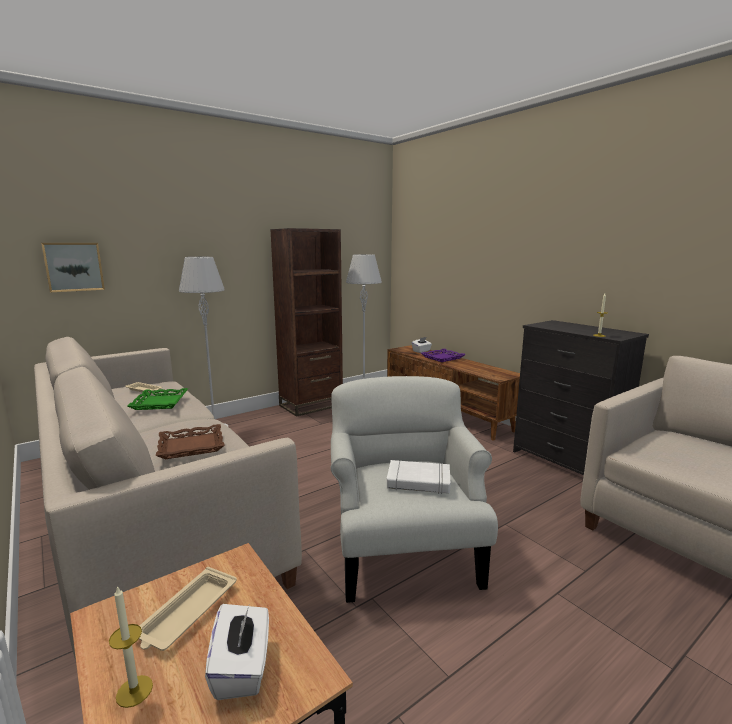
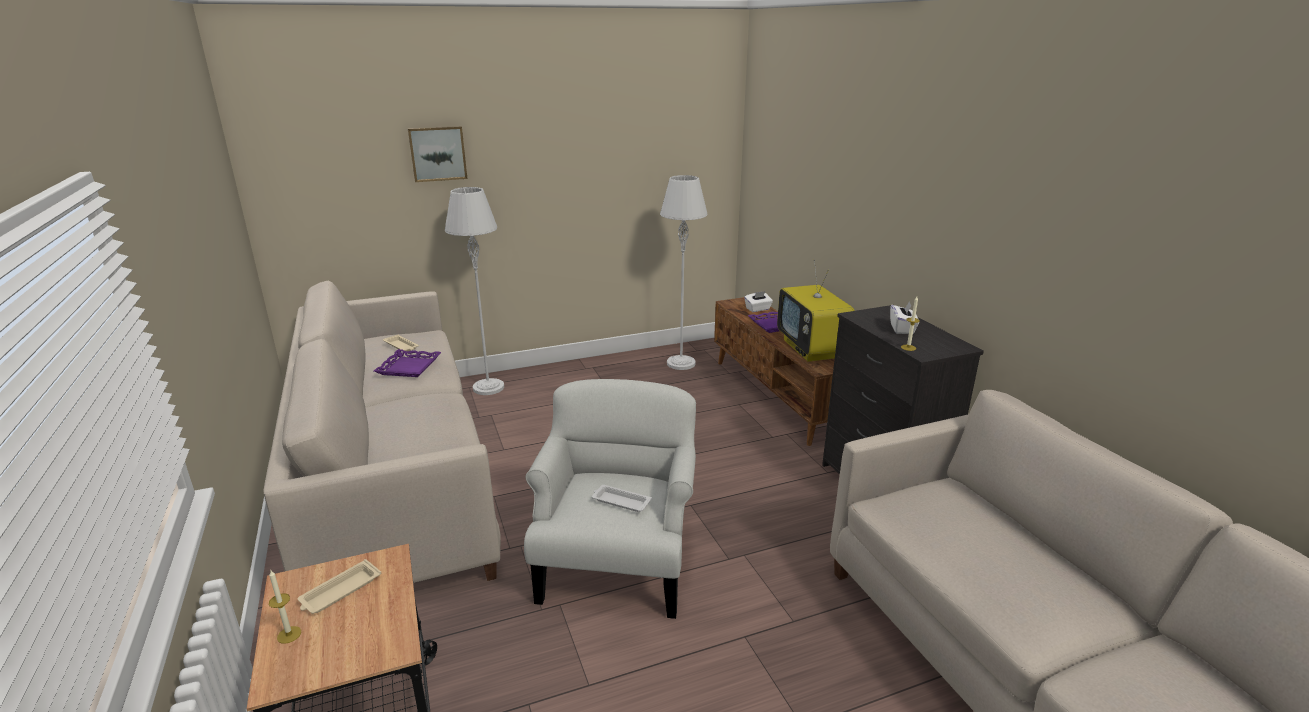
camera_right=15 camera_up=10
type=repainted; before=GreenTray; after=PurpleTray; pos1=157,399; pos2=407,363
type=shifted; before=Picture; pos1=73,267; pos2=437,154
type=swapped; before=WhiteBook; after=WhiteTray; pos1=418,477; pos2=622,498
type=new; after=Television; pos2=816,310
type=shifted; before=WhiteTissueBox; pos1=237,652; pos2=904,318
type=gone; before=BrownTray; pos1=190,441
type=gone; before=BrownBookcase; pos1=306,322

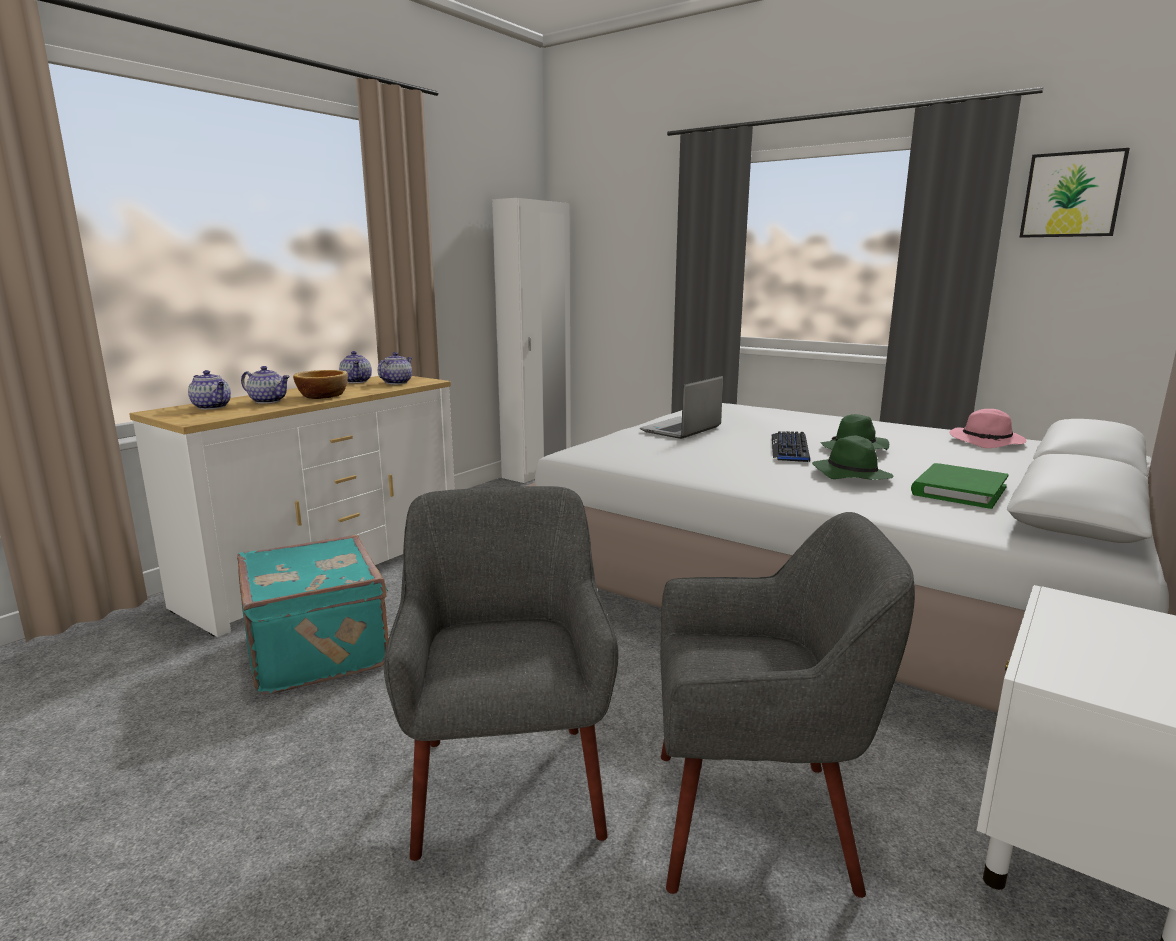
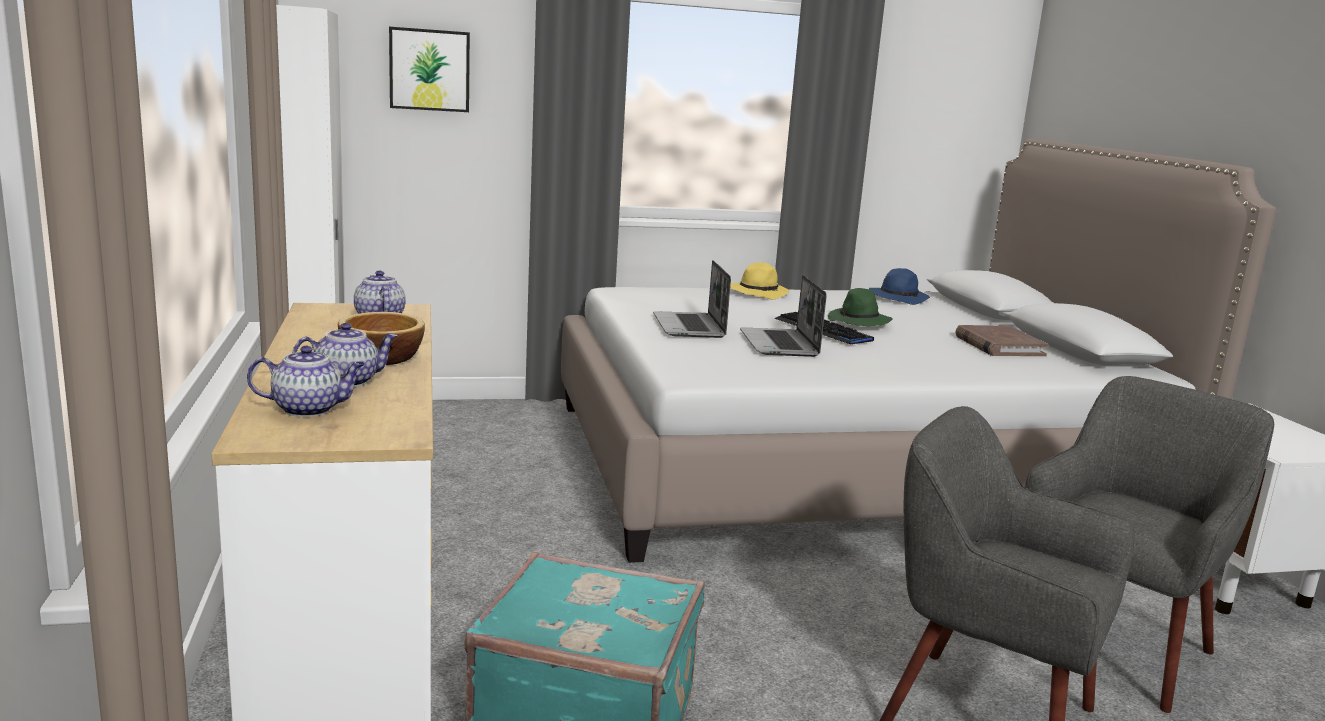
camera_right=-50 camera_up=0
type=shifted; before=Picture; pos1=1075,193; pos2=429,69
type=new; after=YellowHat; pos2=760,280
type=new; after=Laptop; pos2=783,316
type=repainted; before=PinkHat; after=BlueHat; pos1=987,428; pos2=899,286
type=repainted; before=GreenBook; after=BrownBook; pos1=960,486; pos2=1002,340
type=gone; before=Teapot; pos1=355,367
type=gone; before=GreenHat; pos1=853,458

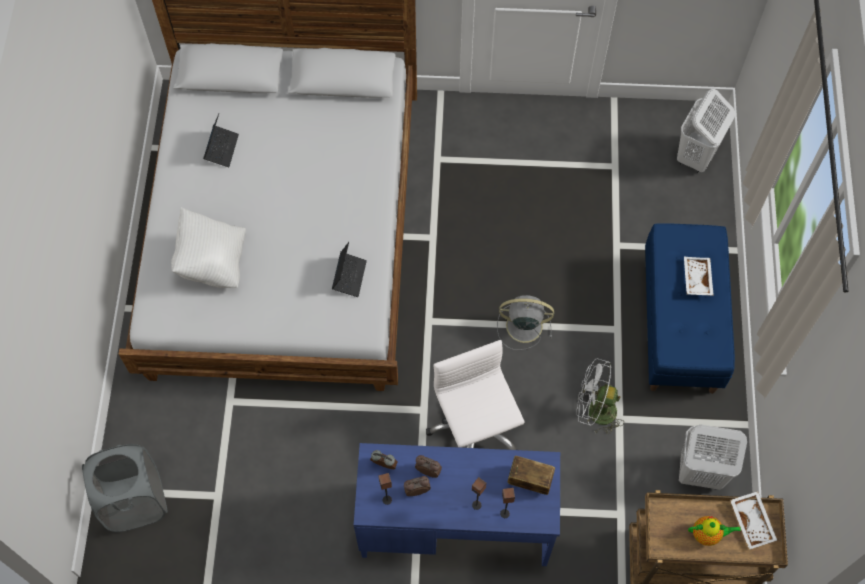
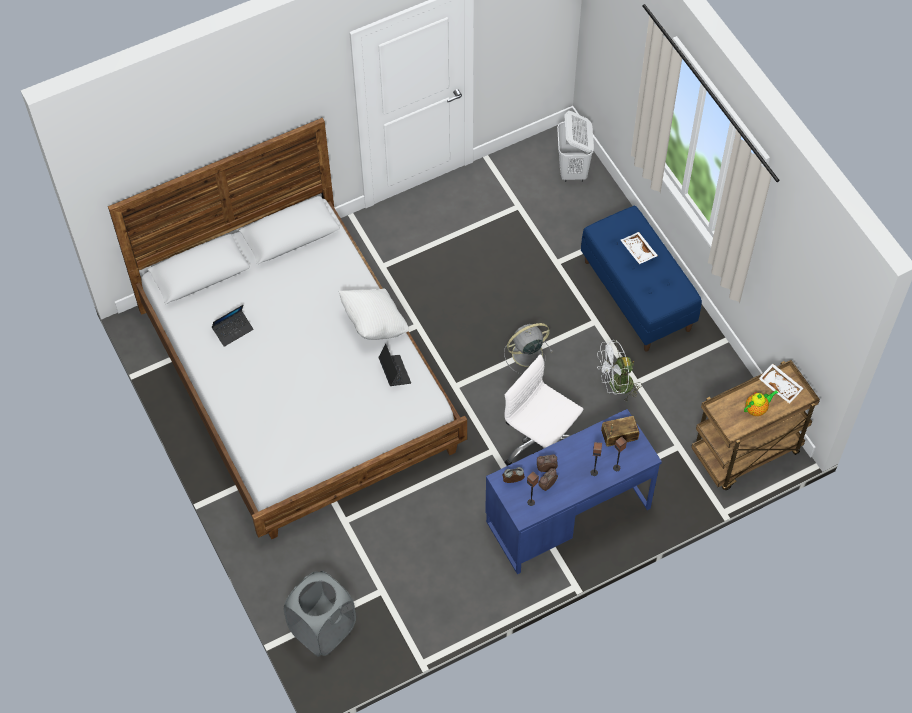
camera_right=-30 camera_up=-5
type=rotated; before=Laptop; pos1=221,140; pos2=233,326; turn=75
type=shifted; before=WhitePillow; pos1=208,247; pos2=374,314
type=gone; before=WhiteLaundryBasket; pos1=713,457

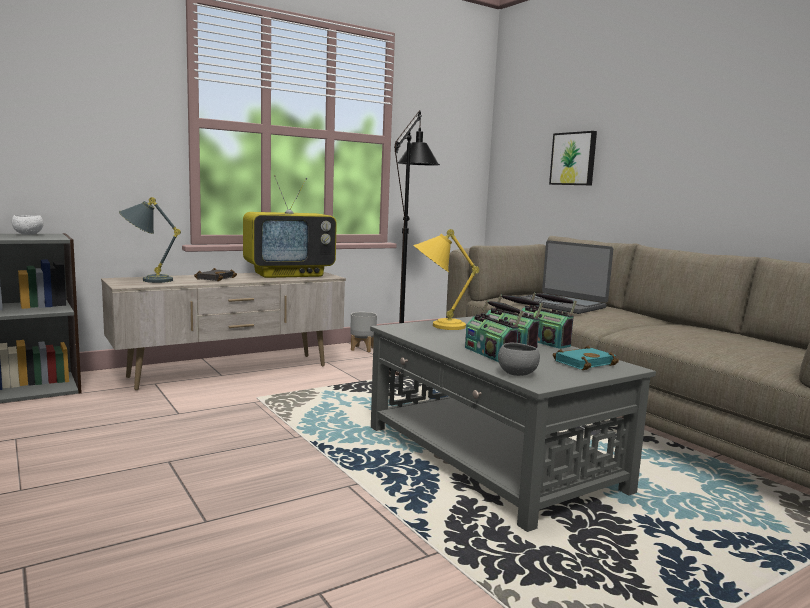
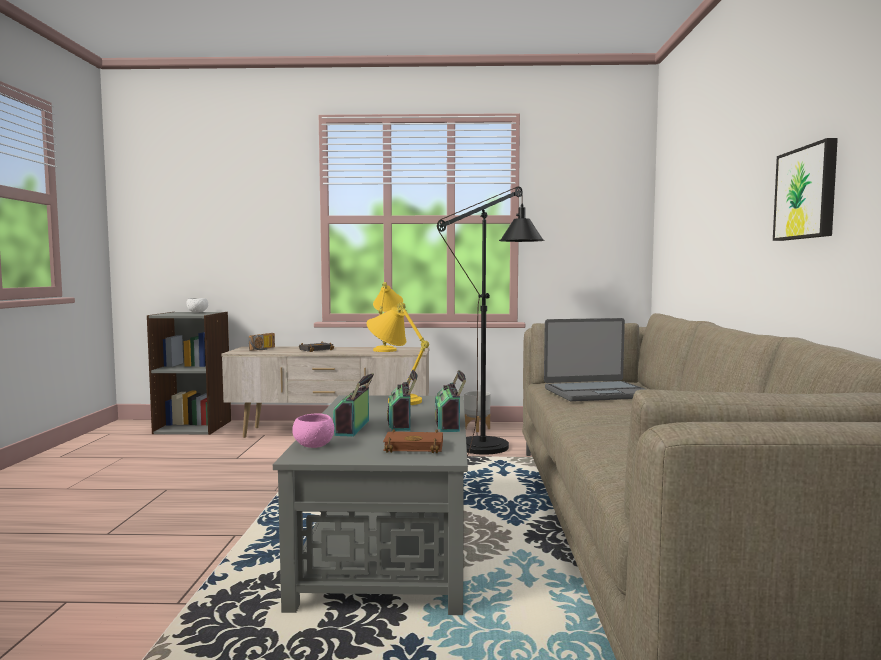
camera_right=35 camera_up=-5
type=swapped; before=GreyTableLamp; after=Radio; pos1=150,240; pos2=262,342
type=repainted; before=GreyBowl; after=PinkBowl; pos1=519,359; pos2=313,430
type=swapped; before=Television; after=YellowTableLamp; pos1=290,226; pos2=388,317
type=repainted; before=TurquoiseBook; after=BrownBook; pos1=586,358; pos2=413,441
type=rotated; before=Laptop; pos1=564,277; pos2=594,360; turn=-90
type=shifted; before=Picture; pos1=573,158; pos2=805,189

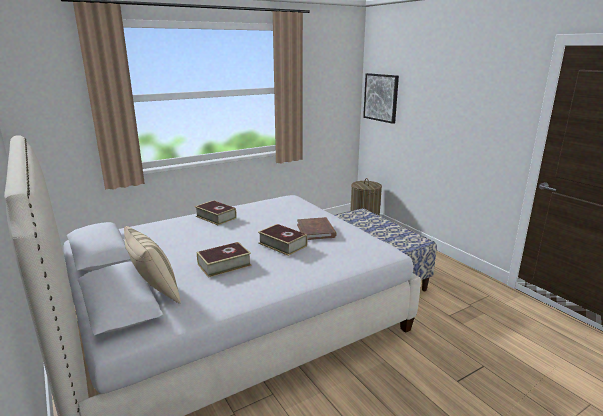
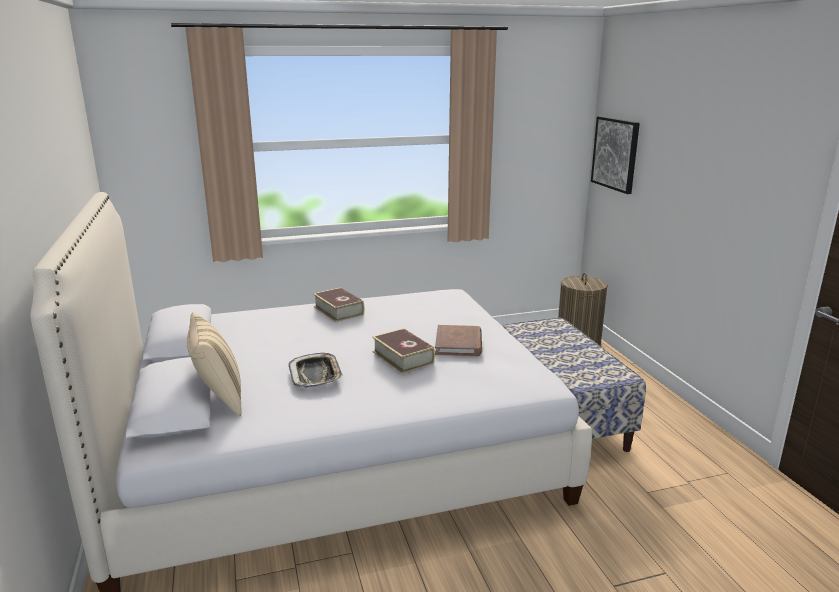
camera_right=15 camera_up=0
type=swapped; before=Book; after=Tray; pos1=224,260; pos2=316,370

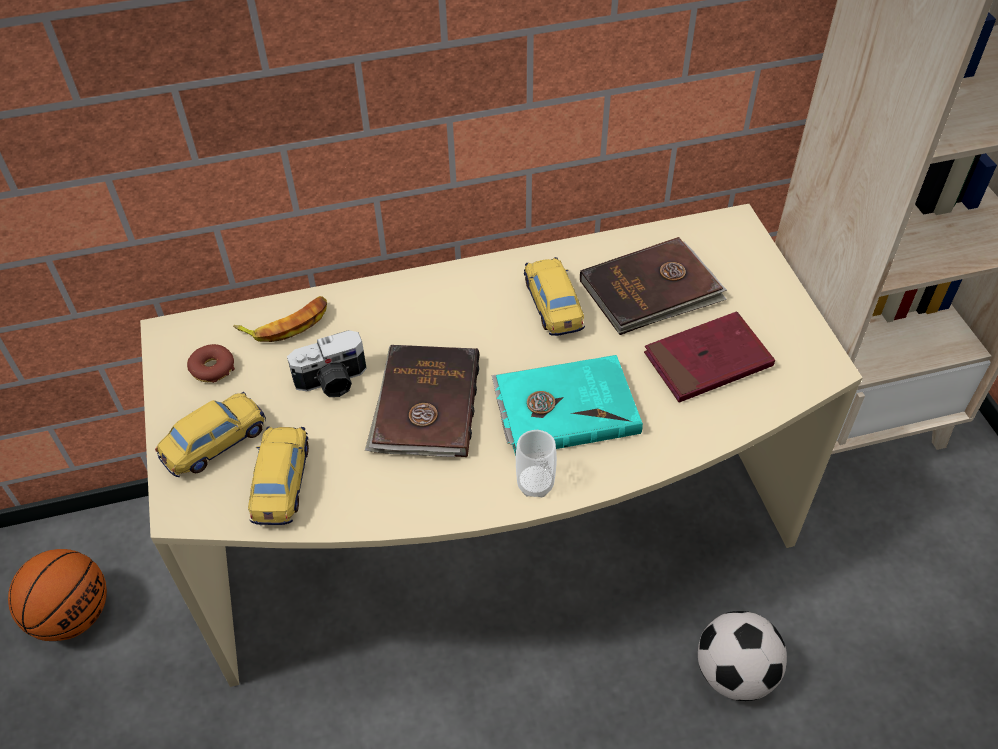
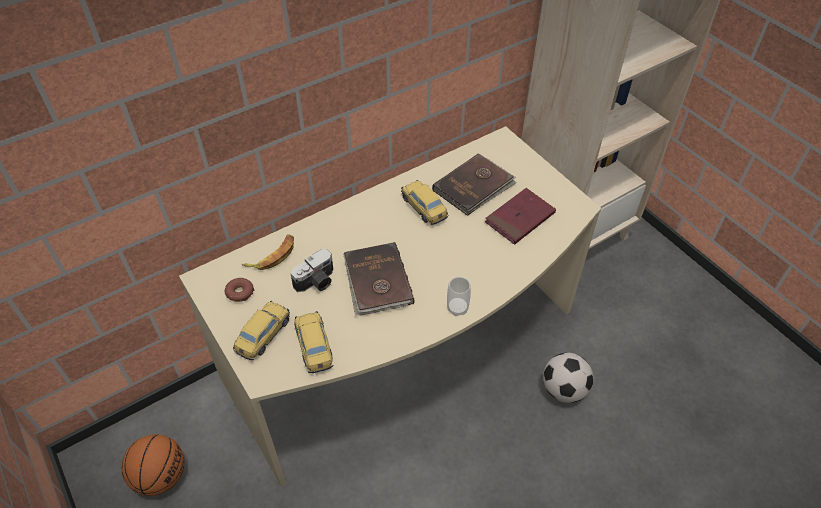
camera_right=-20 camera_up=0
type=gone; before=TurquoiseBook; pos1=567,405

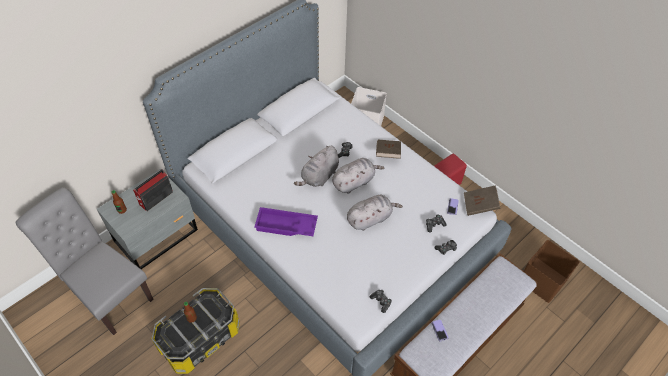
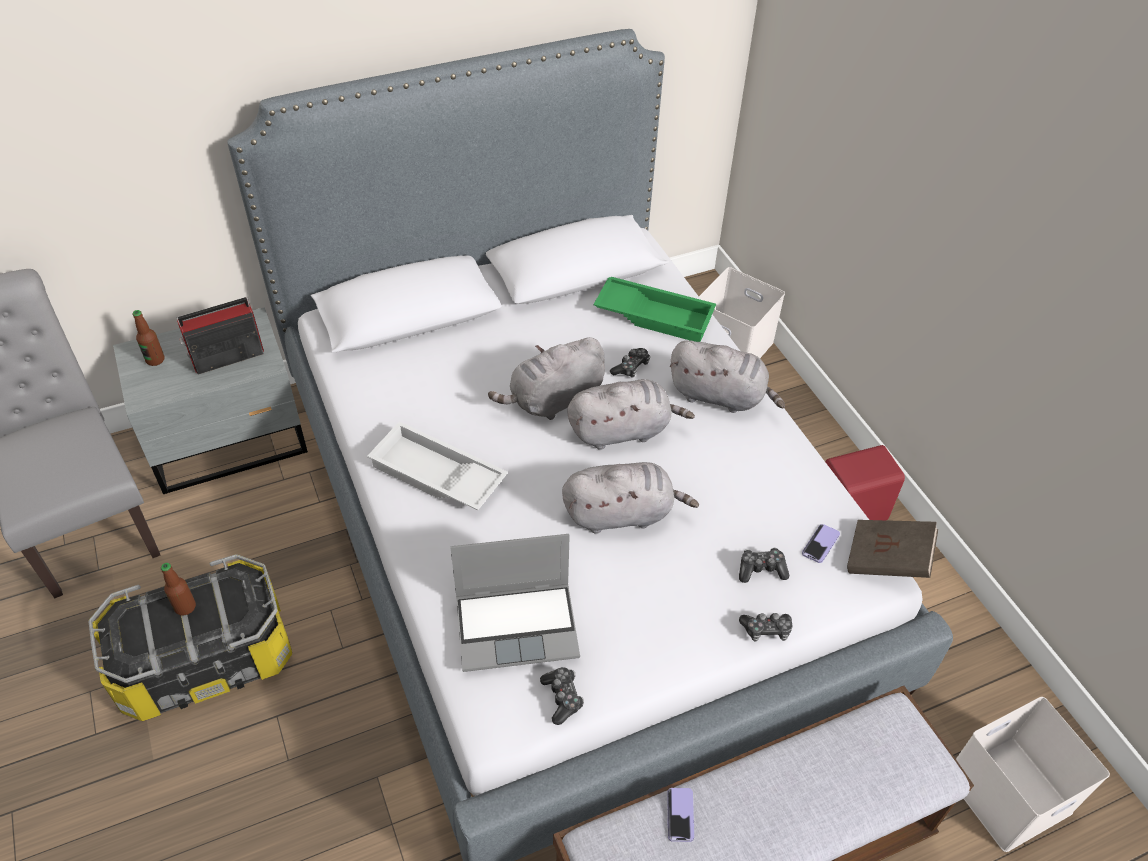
camera_right=20 camera_up=-5
type=repainted; before=PurpleTray; after=WhiteTray; pos1=286,221; pos2=437,466
type=new; after=Laptop; pos2=515,603
type=new; after=GreenTray; pos2=655,309
type=swapped; before=BrownBook; after=GreyPlushToy; pos1=388,149; pos2=727,376
type=repainted; before=BrownStorageBox; after=WhiteStorageBox; pos1=552,271; pos2=1033,774

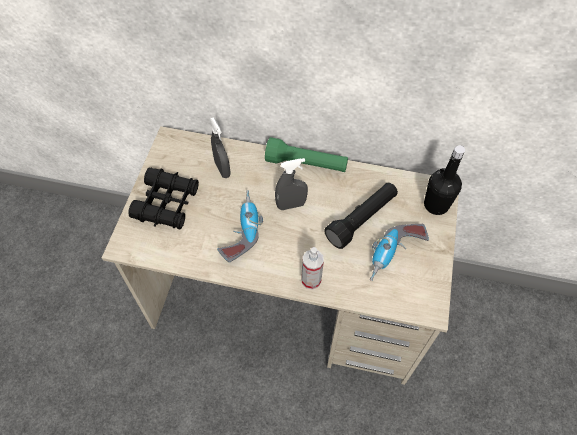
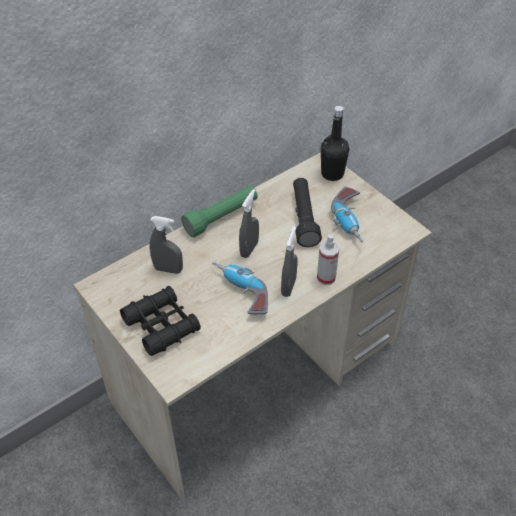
camera_right=-50 camera_up=-10
type=new; after=GreySprayBottle; pos2=289,261

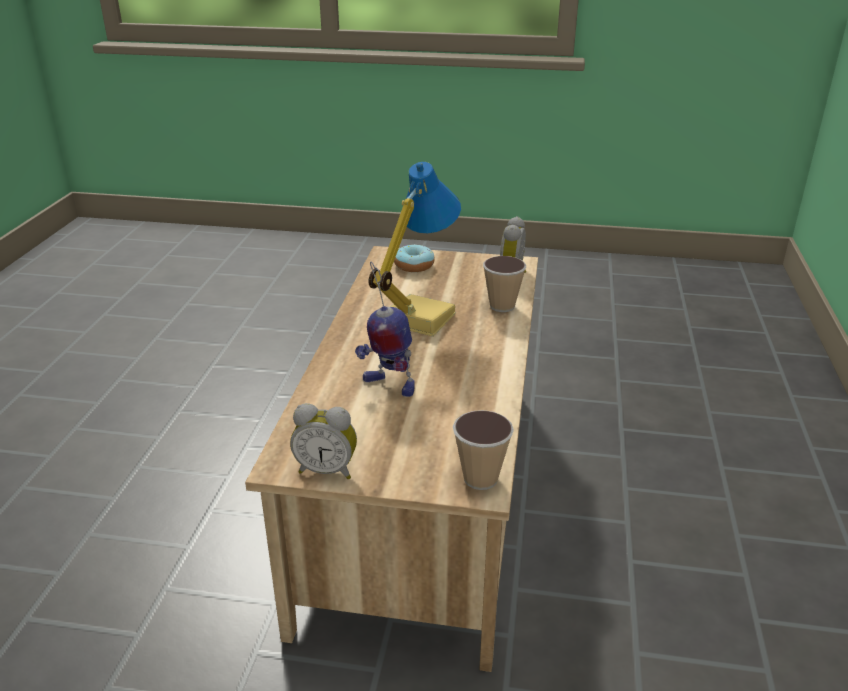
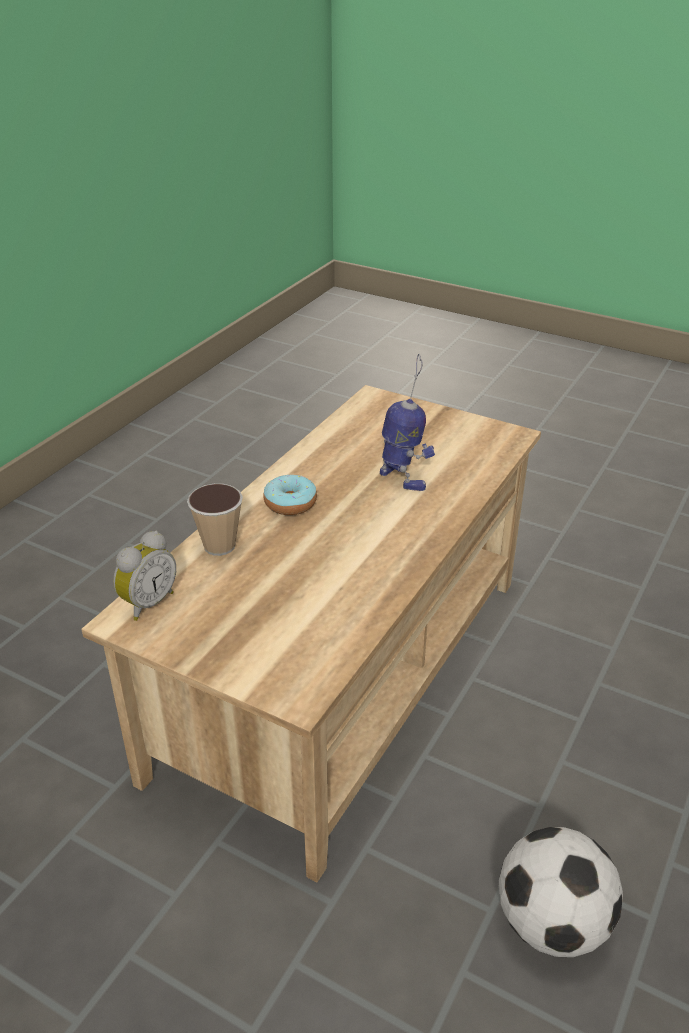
camera_right=-160 camera_up=5
type=shifted; before=Donut; pos1=414,258; pos2=290,495
type=new; after=Football; pos2=561,892
type=gone; before=AlarmClock; pos1=323,441
type=gone; before=TableLamp; pos1=415,249
type=gone; before=Cup; pos1=483,450

